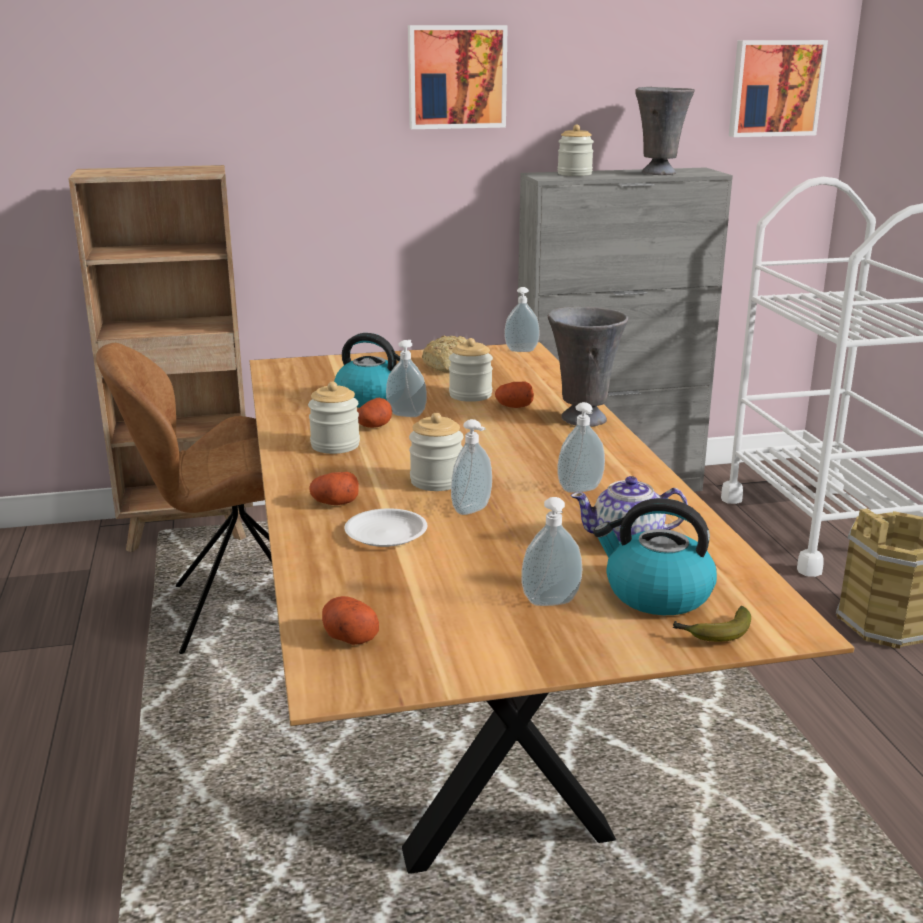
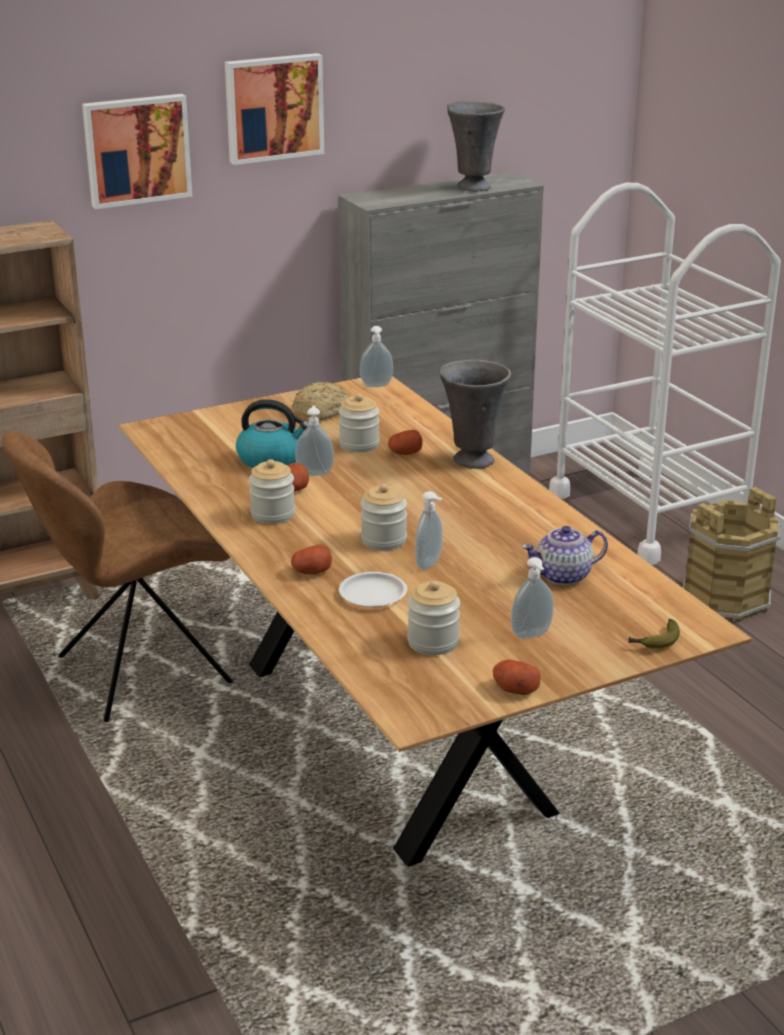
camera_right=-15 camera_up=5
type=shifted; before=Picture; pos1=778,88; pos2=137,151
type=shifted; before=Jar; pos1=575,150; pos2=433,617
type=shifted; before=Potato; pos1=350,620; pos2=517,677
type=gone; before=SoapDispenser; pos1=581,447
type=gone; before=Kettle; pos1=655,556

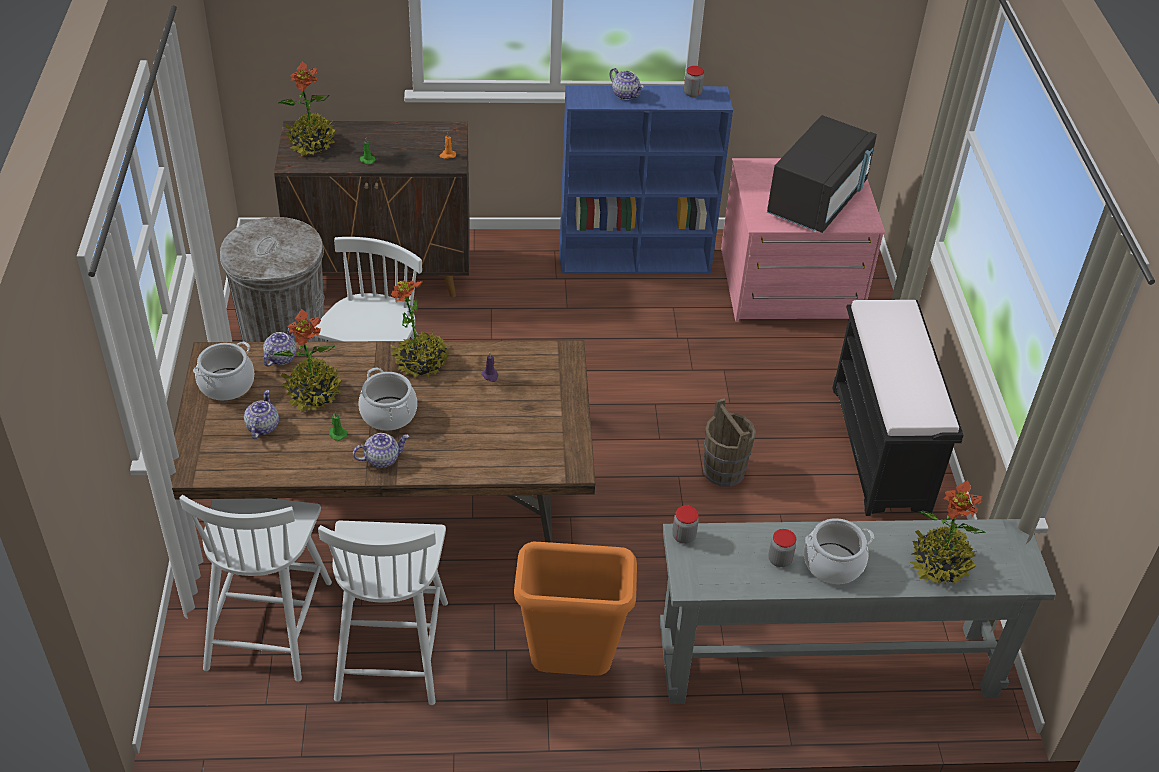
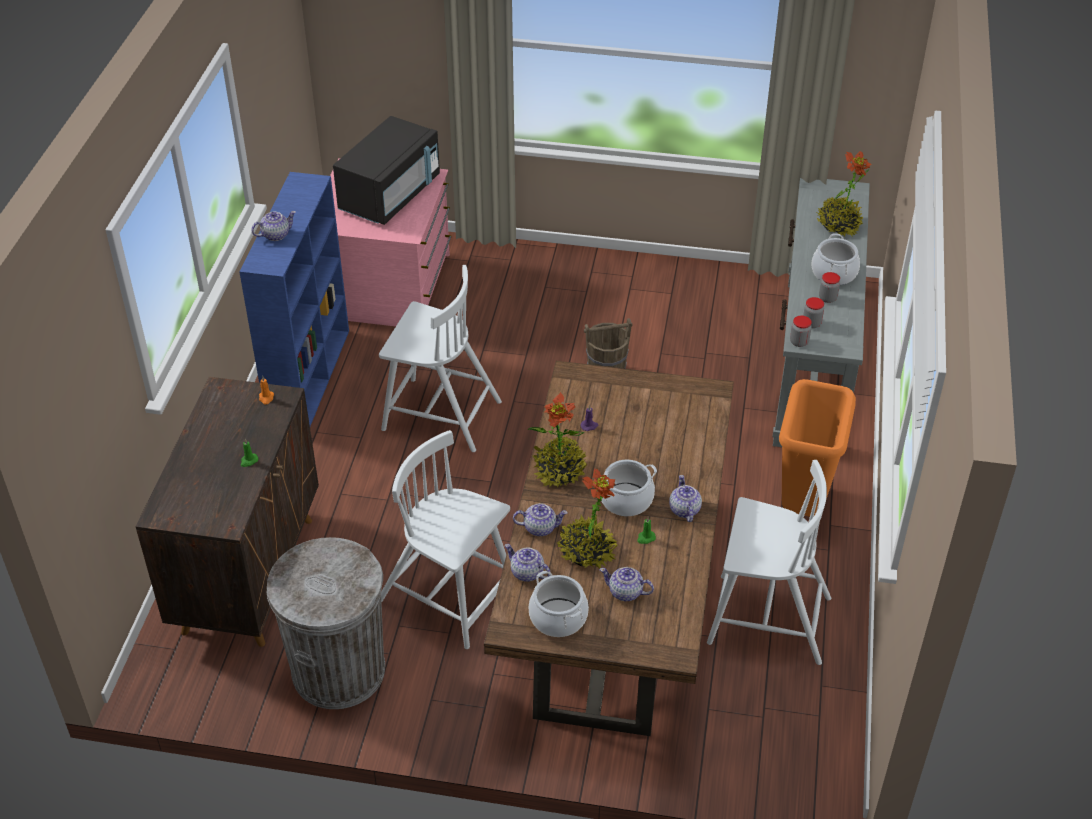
camera_right=-75 camera_up=0
type=rotated; before=BlackMicrowave; pos1=822,174; pos2=386,170; turn=75
type=shifted; before=WhiteChair; pos1=255,588; pos2=440,358
type=new; after=Teapot; pos2=540,519
type=shifted; before=Jar; pos1=694,81; pos2=813,312
type=gone; before=PottedPlant; pos1=307,108
type=gone; before=BlackBench; pos1=898,408

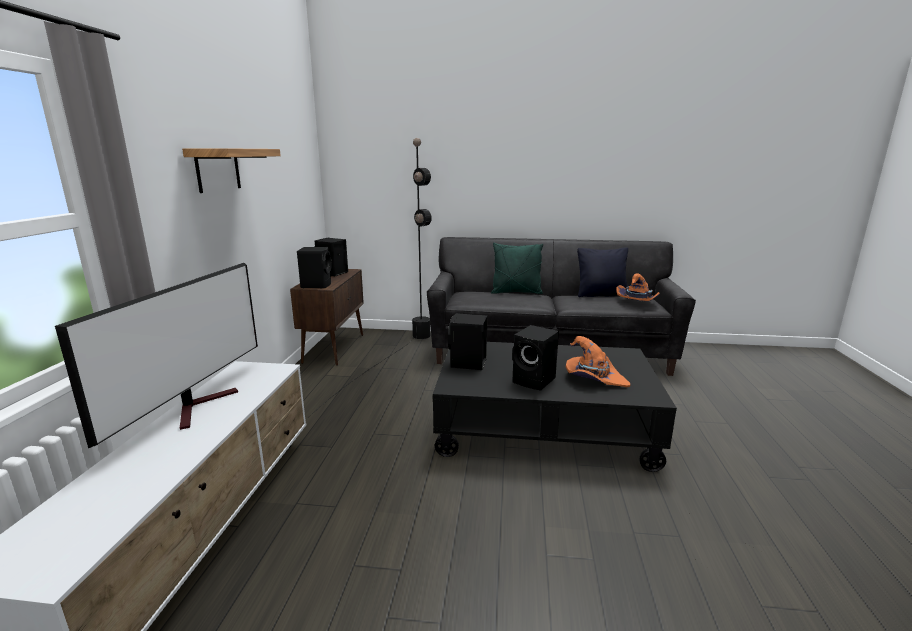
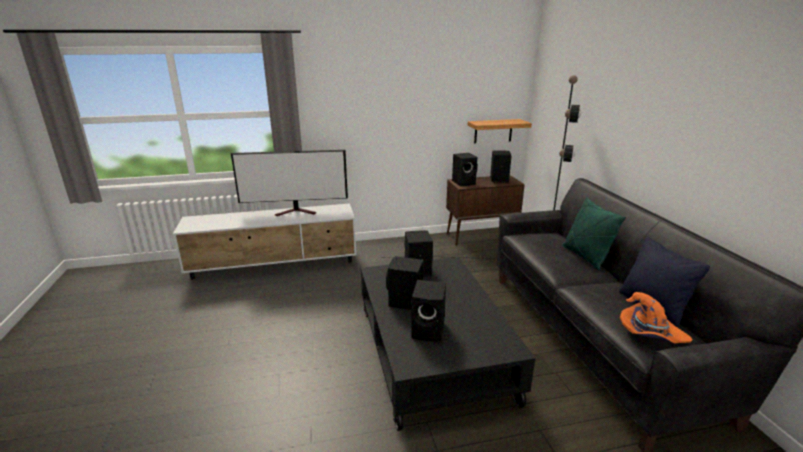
camera_right=70 camera_up=5
type=swapped; before=OrangeHat; after=BlackSpeaker; pos1=598,361; pos2=428,311
type=shifted; before=Shelf; pos1=231,170; pos2=500,131

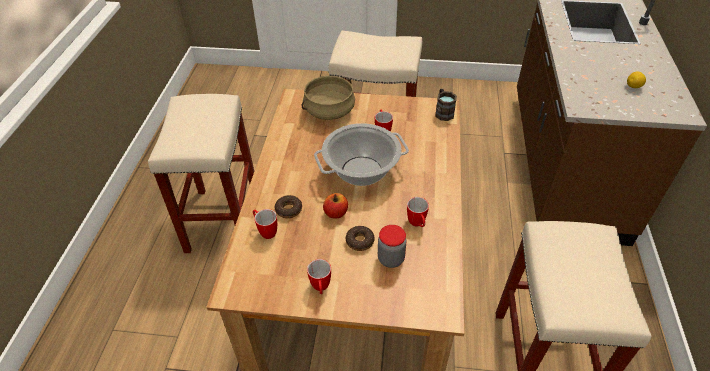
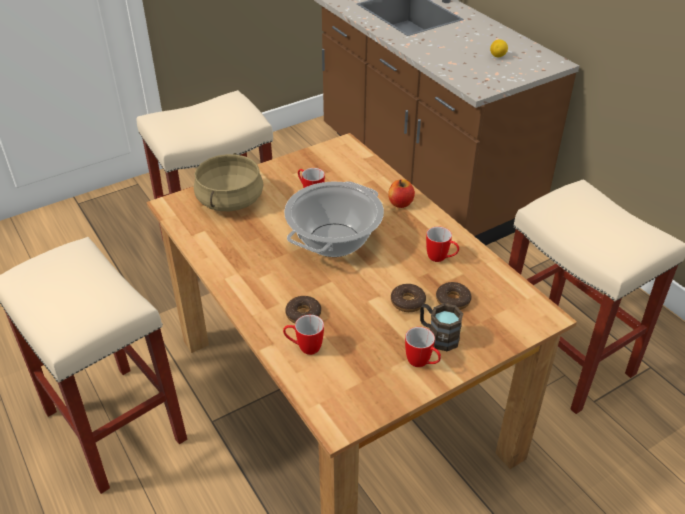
camera_right=-40 camera_up=-5
type=shifted; before=Apple; pos1=335,206; pos2=401,193
type=shifted; before=BrownMug; pos1=446,105; pos2=441,327
type=swapped; before=Jar; after=Donut; pos1=392,246; pos2=453,296

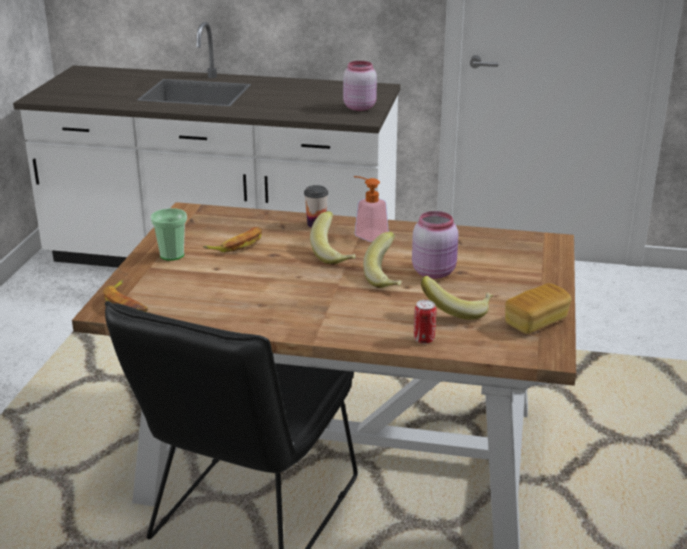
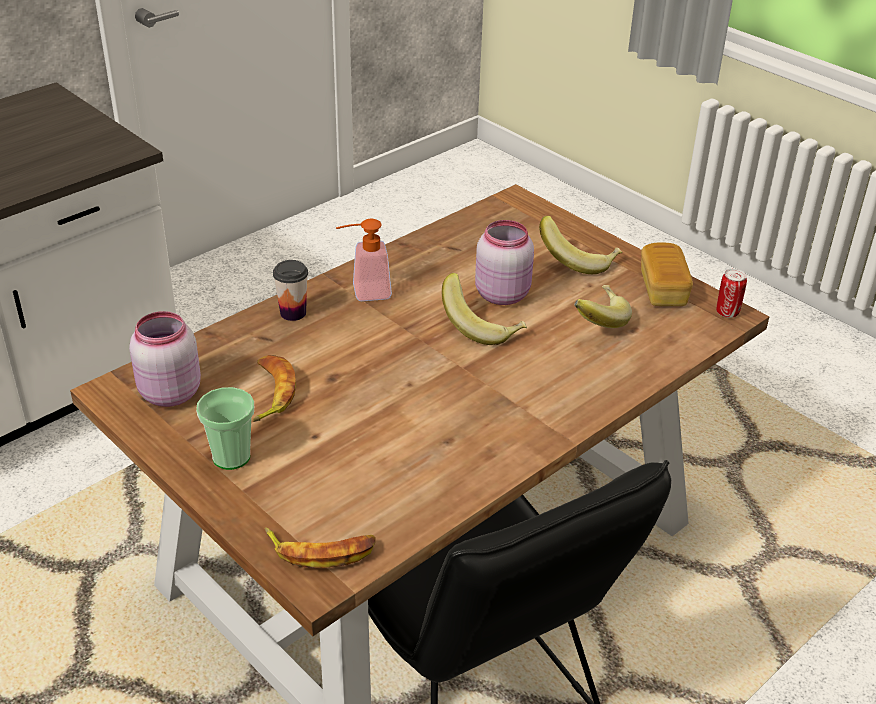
camera_right=-55 camera_up=10
type=shifted; before=PinkJar; pos1=360,86; pos2=165,359
type=shifted; before=Banana; pos1=333,238; pos2=580,245
type=shifted; before=Can; pos1=425,322; pos2=731,293

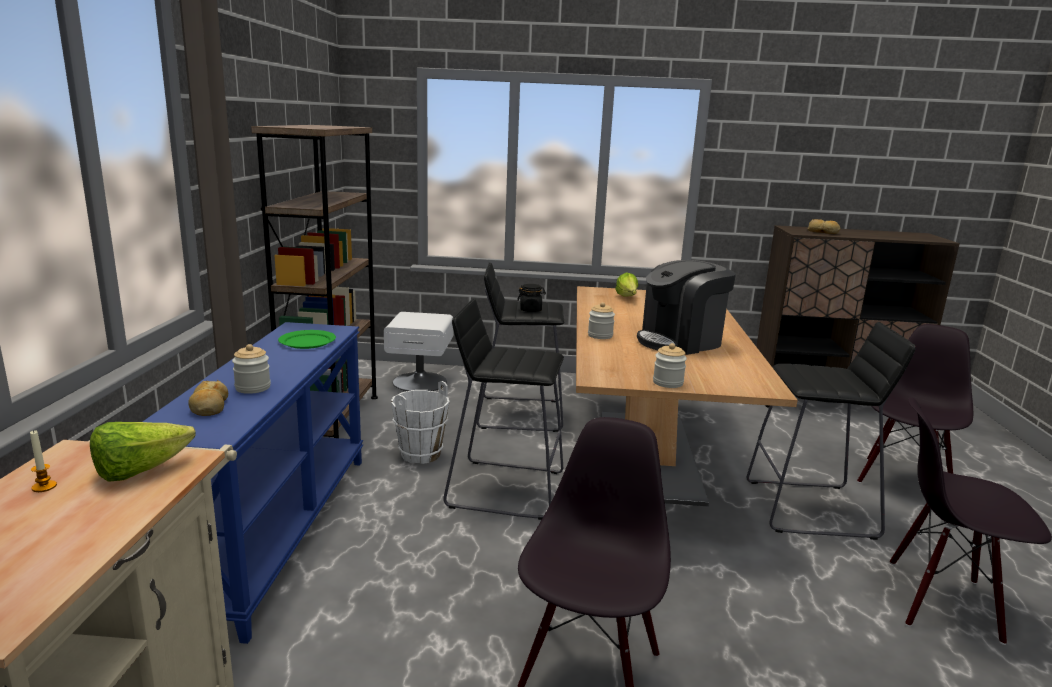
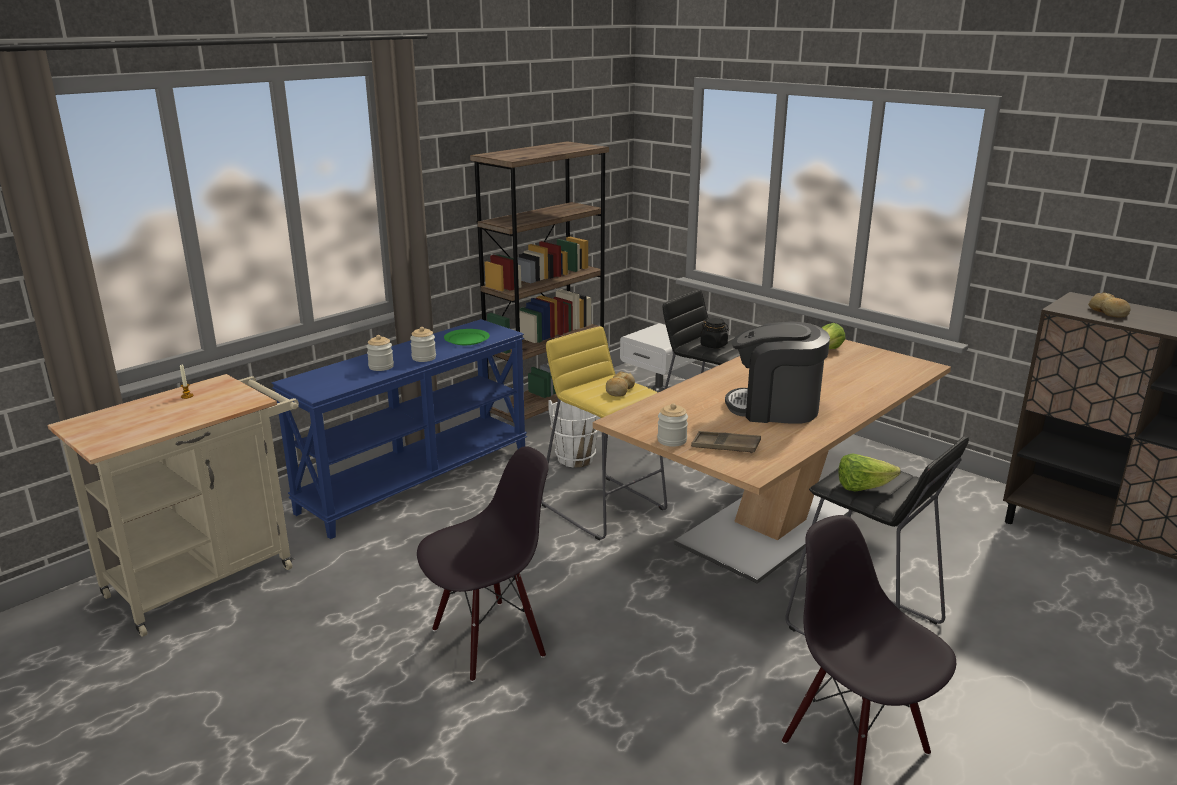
camera_right=40 camera_up=5
type=shifted; before=Jar; pos1=601,320; pos2=423,344
type=repainted; before=BlackStool; after=YellowStool; pos1=503,409; pos2=604,433
type=shifted; before=Bread; pos1=208,398; pos2=620,384
type=new; after=BrownTray; pos2=726,442
type=shifted; before=Lettuce; pos1=142,452; pos2=869,472
type=gone; before=BlackChair; pos1=915,403

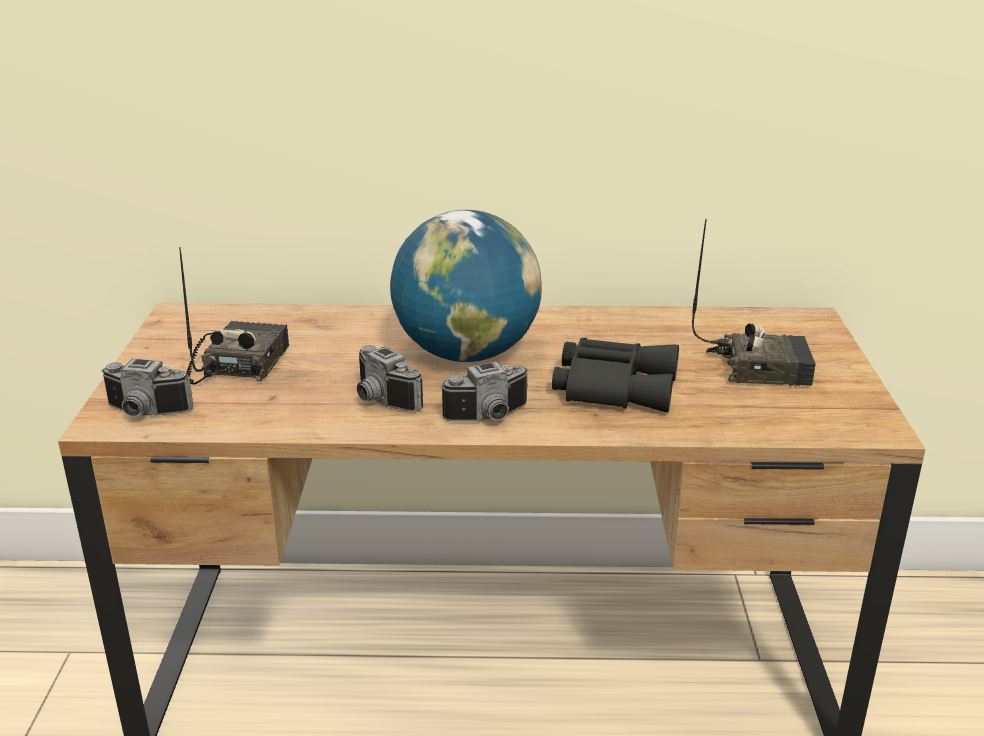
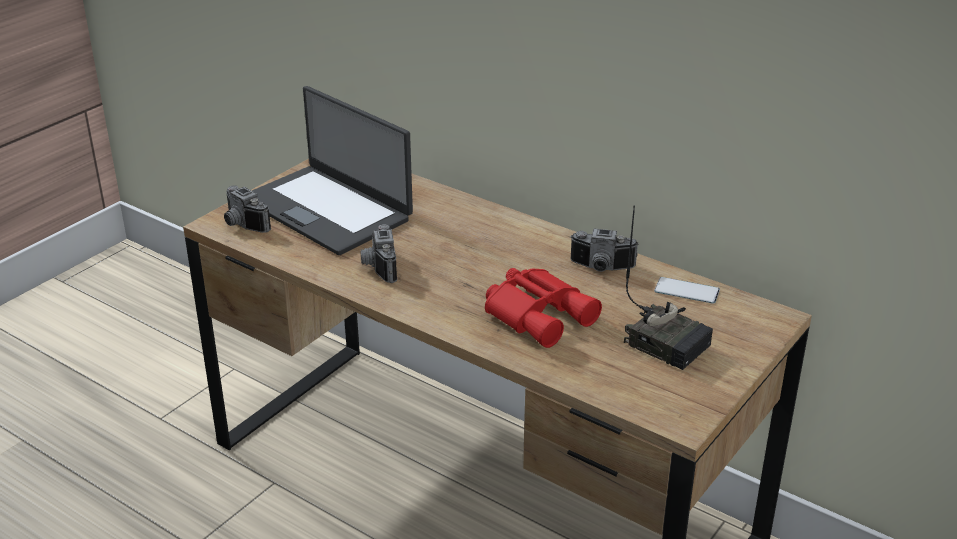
camera_right=35 camera_up=5
type=swapped; before=Radio; after=Laptop; pos1=234,315; pos2=332,170
type=repainted; before=BlackBinoculars; after=RedBinoculars; pos1=615,375; pos2=543,308
type=shifted; before=PhotoCamera; pos1=484,391; pos2=604,250
type=new; after=Phone; pos2=687,290
type=gone; before=Globe; pos1=466,286

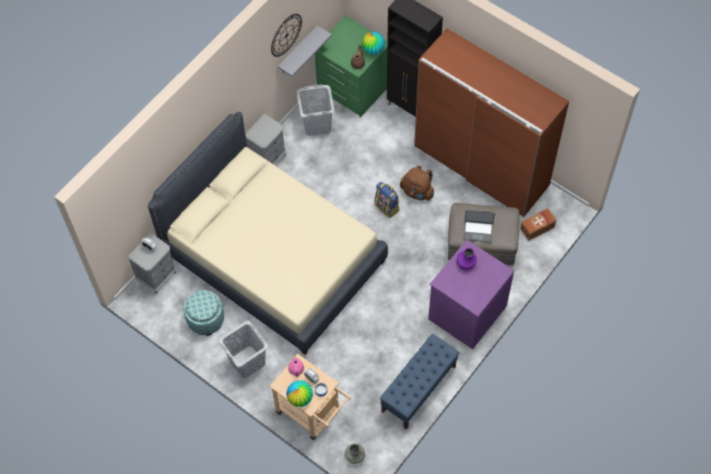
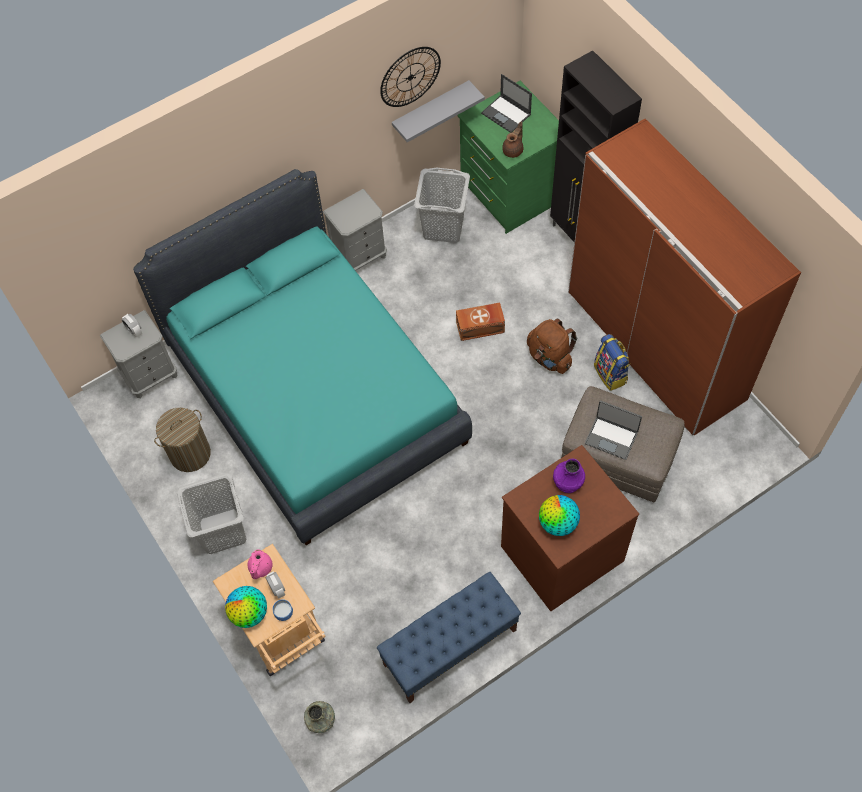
camera_right=20 camera_up=0
type=repainted; before=BeigeBed; after=TurquoiseBed; pos1=268,233; pos2=302,357
type=swapped; before=Ottoman; after=LaundryBasket; pos1=203,313; pos2=182,440
type=shifted; before=BrownStorageBox; pos1=538,224; pos2=480,321
type=new; after=Laptop; pos2=506,103
type=repainted; before=PurpleDresser; after=BrownDresser; pos1=471,294; pos2=570,528
type=shifted; before=Globe; pos1=373,43; pos2=559,515
type=shifted; before=Backpack; pos1=387,200; pos2=612,362

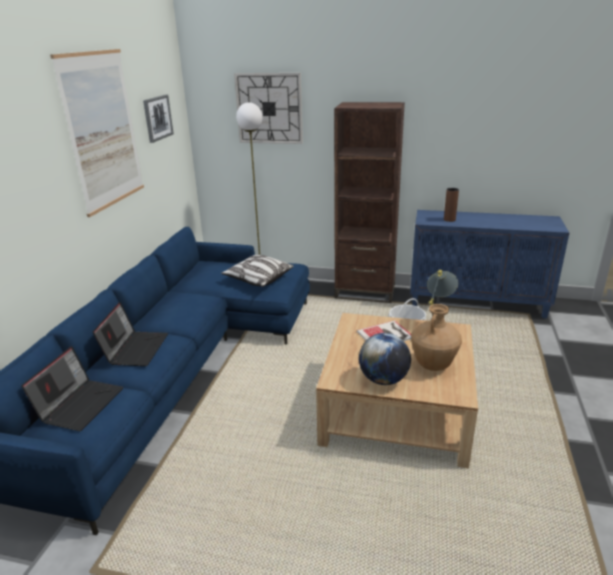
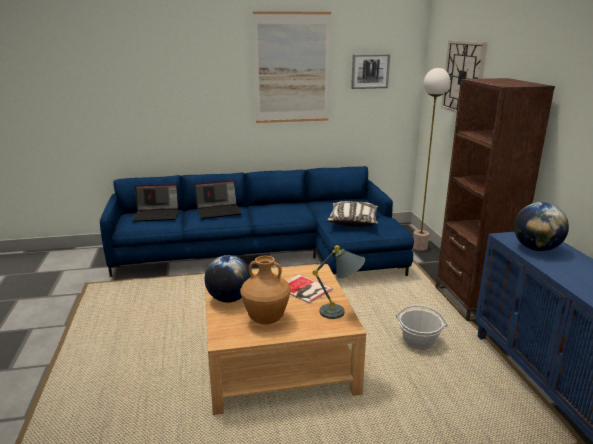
camera_right=65 camera_up=-5
type=swapped; before=BrownVase; after=Globe; pos1=451,205; pos2=541,226

